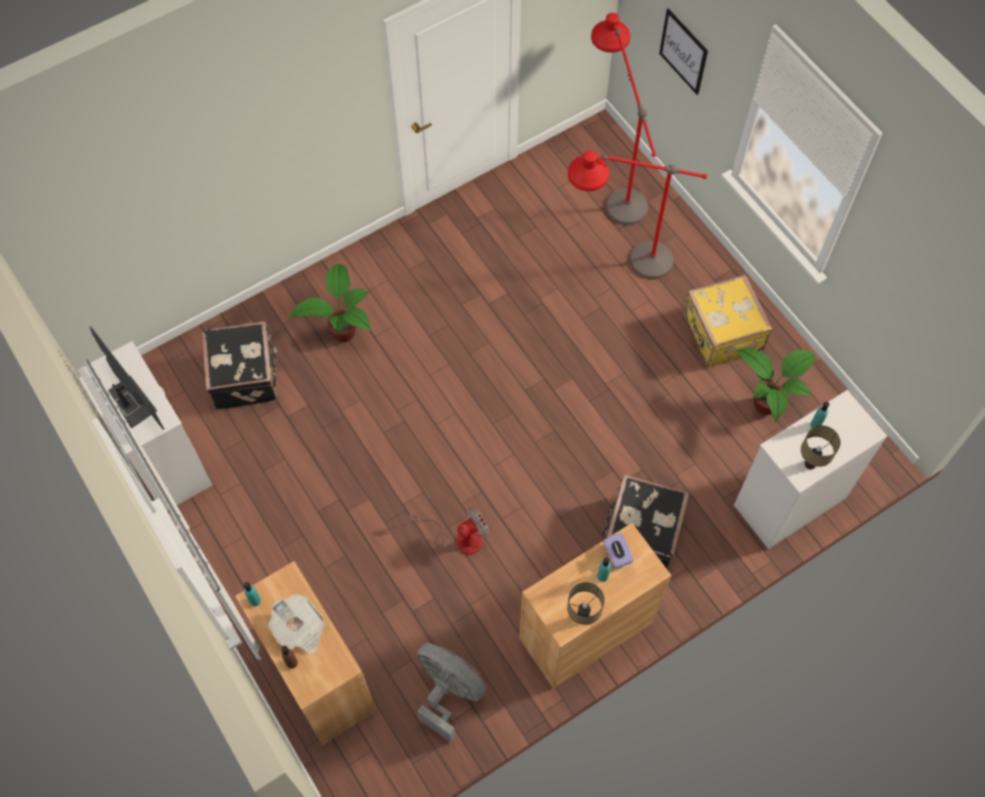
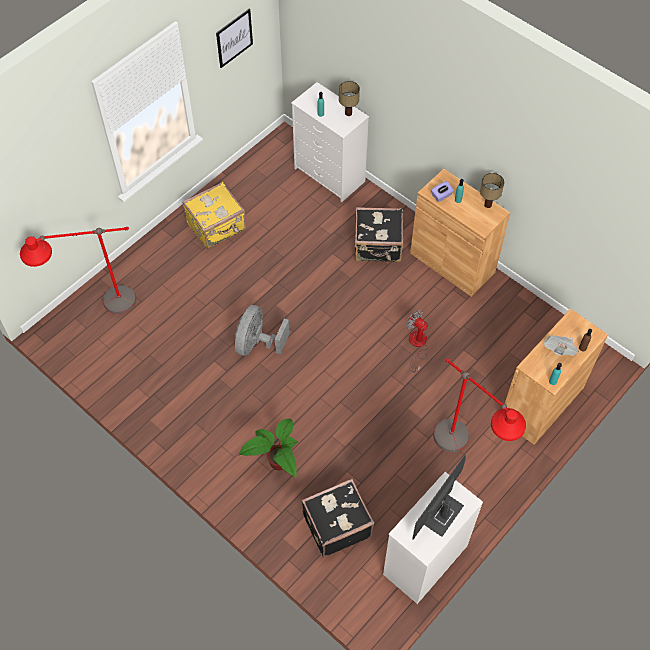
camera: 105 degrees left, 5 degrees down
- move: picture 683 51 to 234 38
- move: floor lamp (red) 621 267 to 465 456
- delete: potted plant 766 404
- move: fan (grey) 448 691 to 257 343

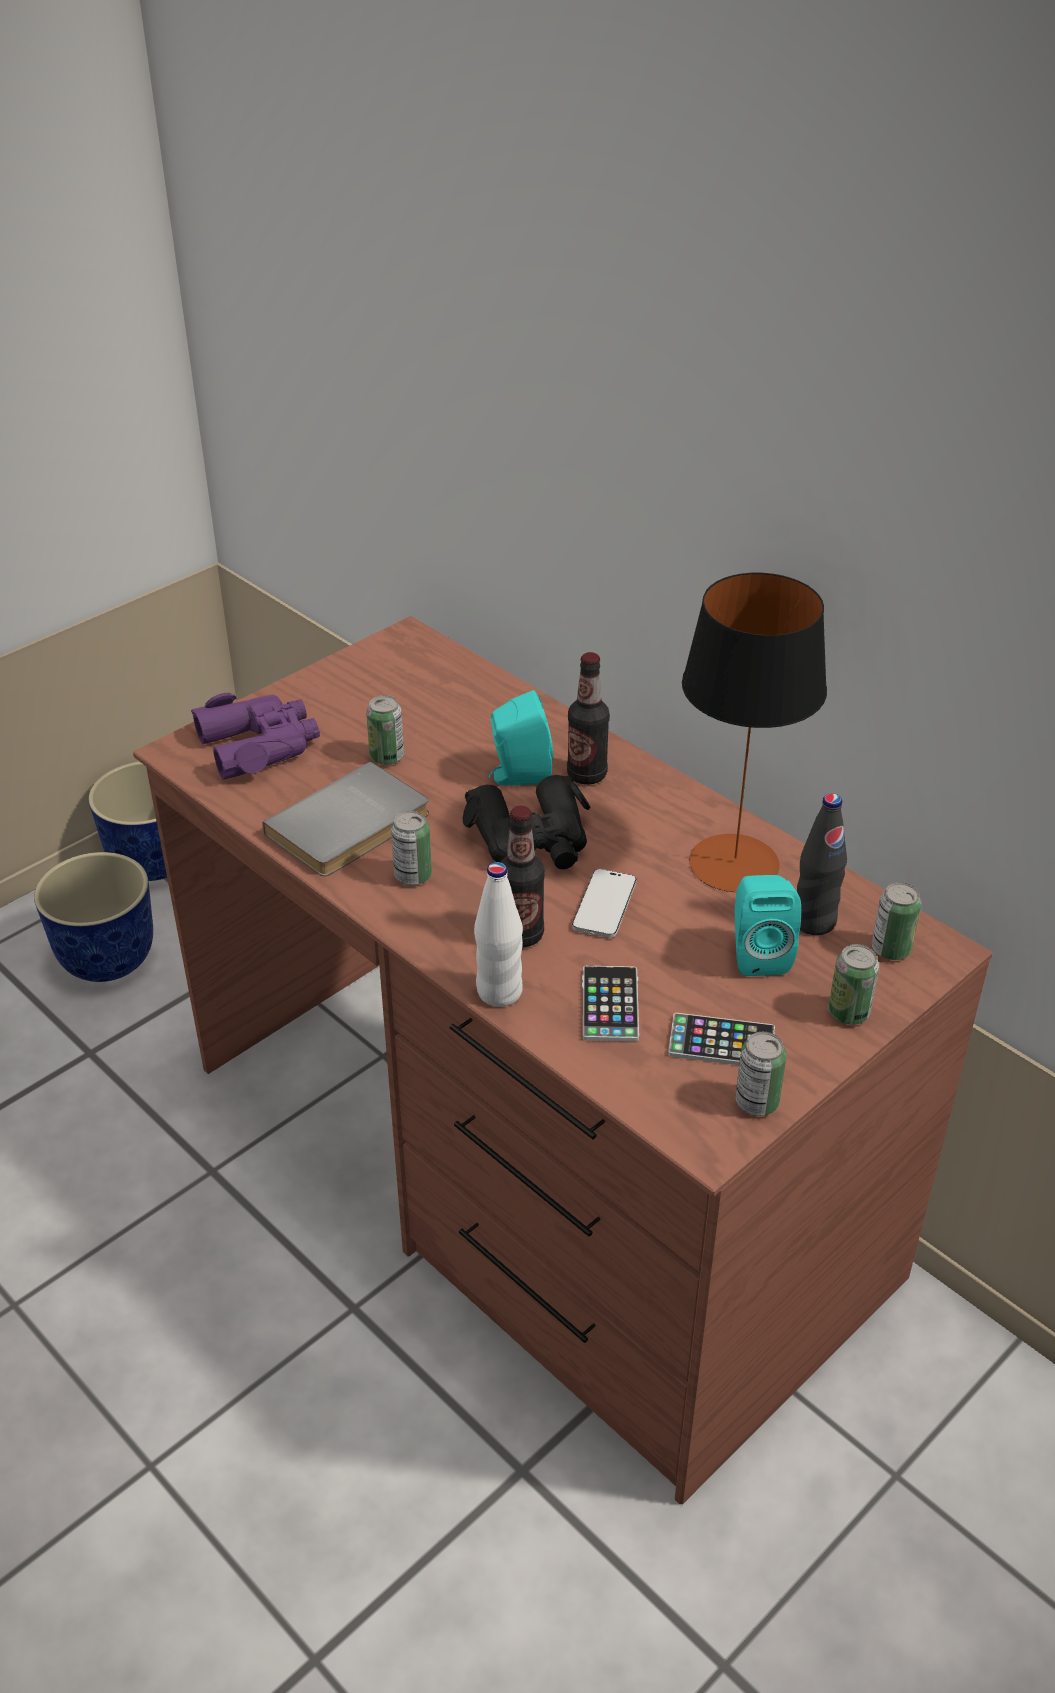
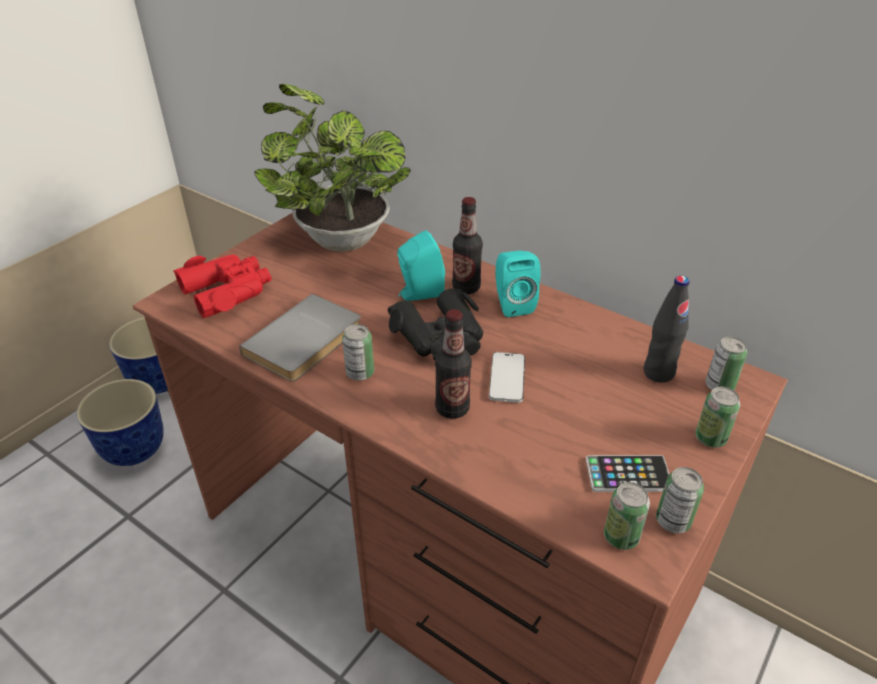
camera: 10 degrees left, 0 degrees up
- delete: table lamp 734 863
- recolor: binoculars (purple) 259 745 to binoculars (red) 227 291
- move: can 387 757 to 621 537
- delete: bottle (white) 499 992
- move: speaker (turquoise) 758 954 to 512 304
- delete: phone 610 1004
- insert: potted plant 338 237

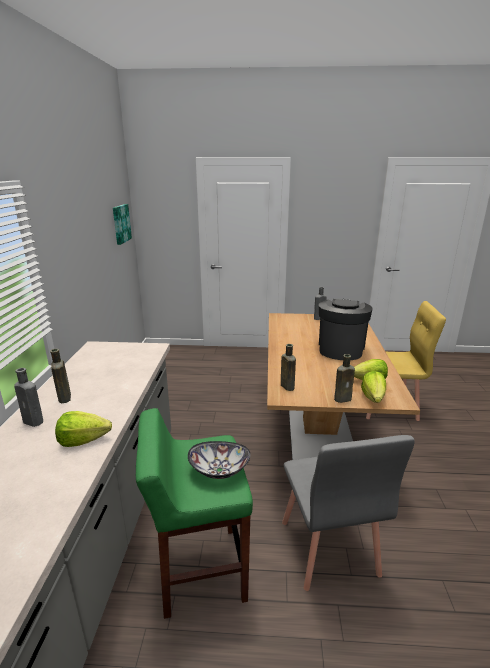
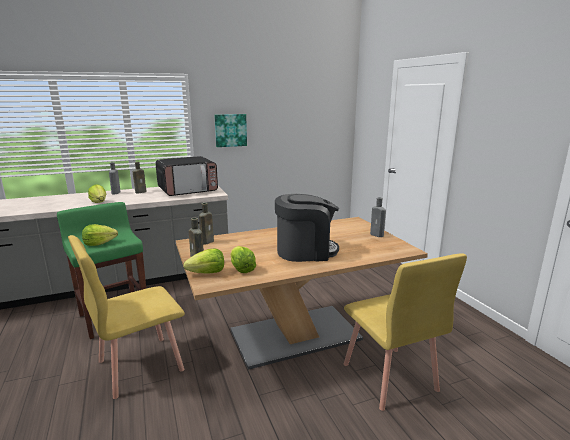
camera: 65 degrees right, 5 degrees down
- move: picture 120 223 to 230 130
- recolor: chair (grey) 328 548 to chair (yellow) 139 365
- replace: bowl 219 471 to lettuce 99 243
- insert: microwave 188 190

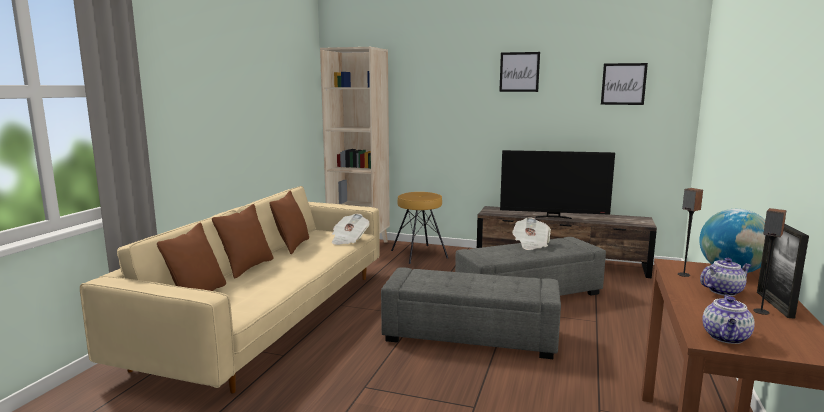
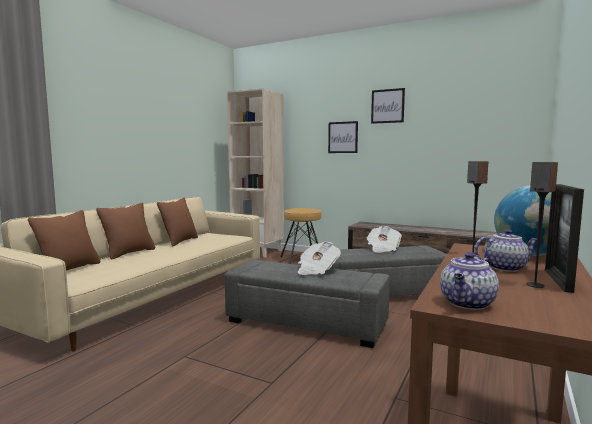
camera: 10 degrees right, 5 degrees down
- move: picture 623 84 to 343 137
- delete: television 553 217
- move: newspaper 349 240 to 317 270

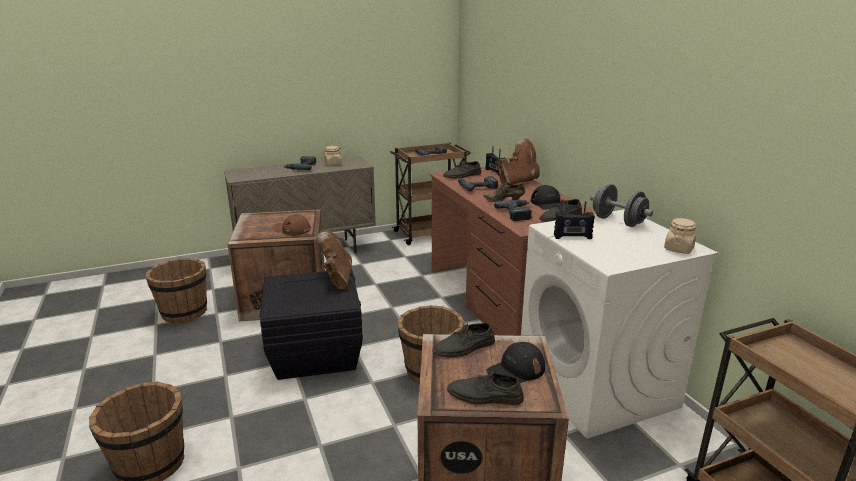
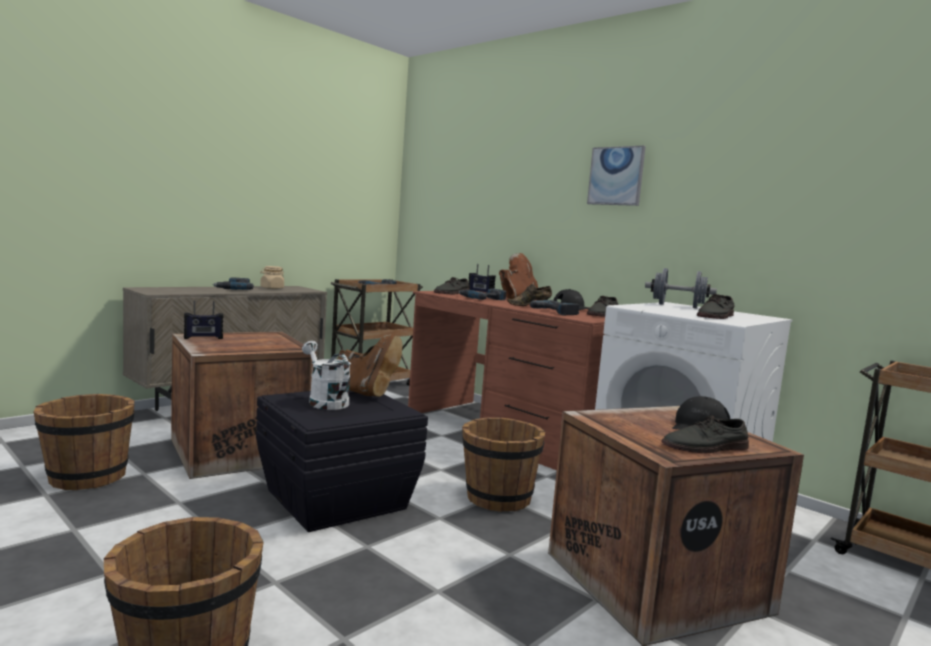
camera: 25 degrees left, 15 degrees down
- move: radio 572 237 to 203 338
- delete: cap (brown) 291 229
- delete: jar (beige) 678 249
- rotate: boot (brown) 337 279 = 363 393 150 degrees clockwise
- move: shoe (grey) 464 348 to 716 316
- insert: picture 616 176
- insert: watering can (white) 325 401

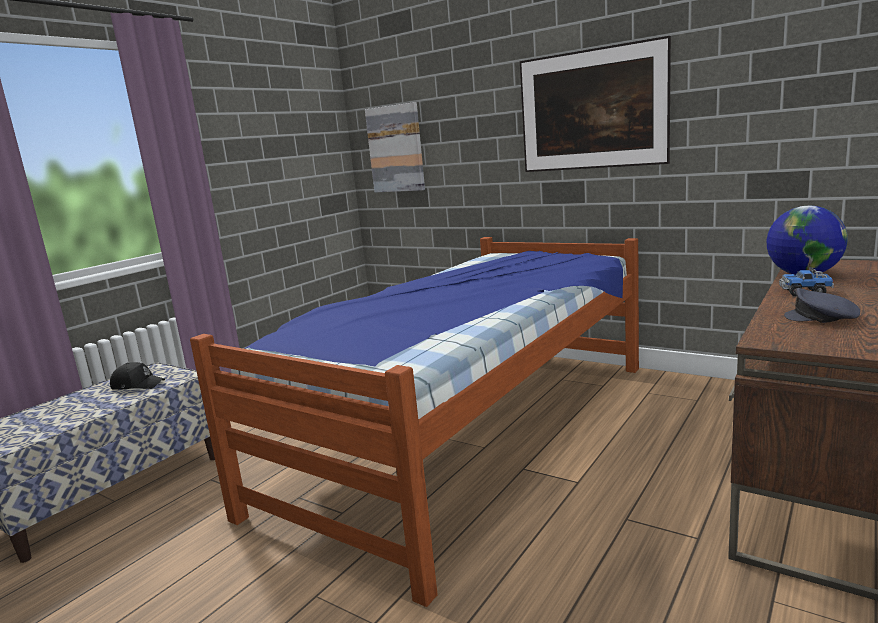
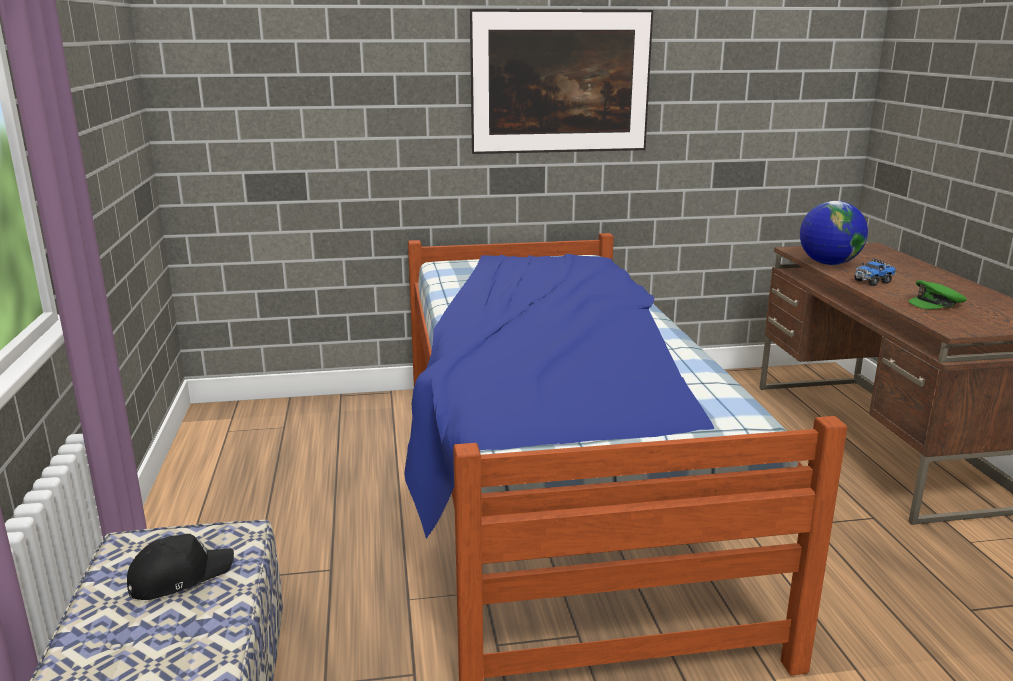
camera: 45 degrees left, 5 degrees up
- delete: picture 396 149
- recolor: cap (grey) 822 318 to cap (green) 937 304

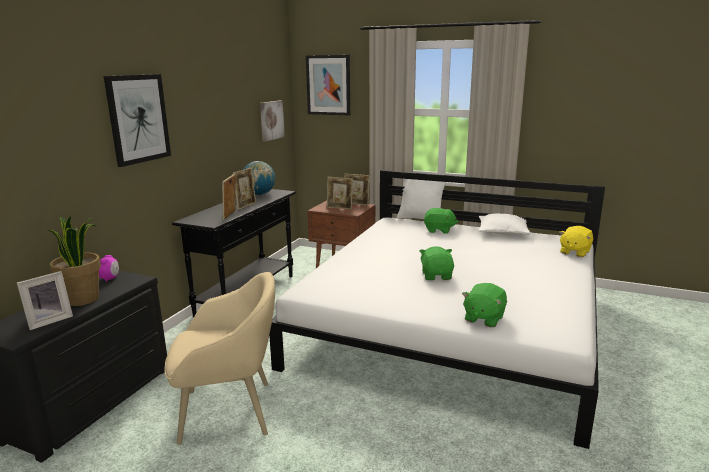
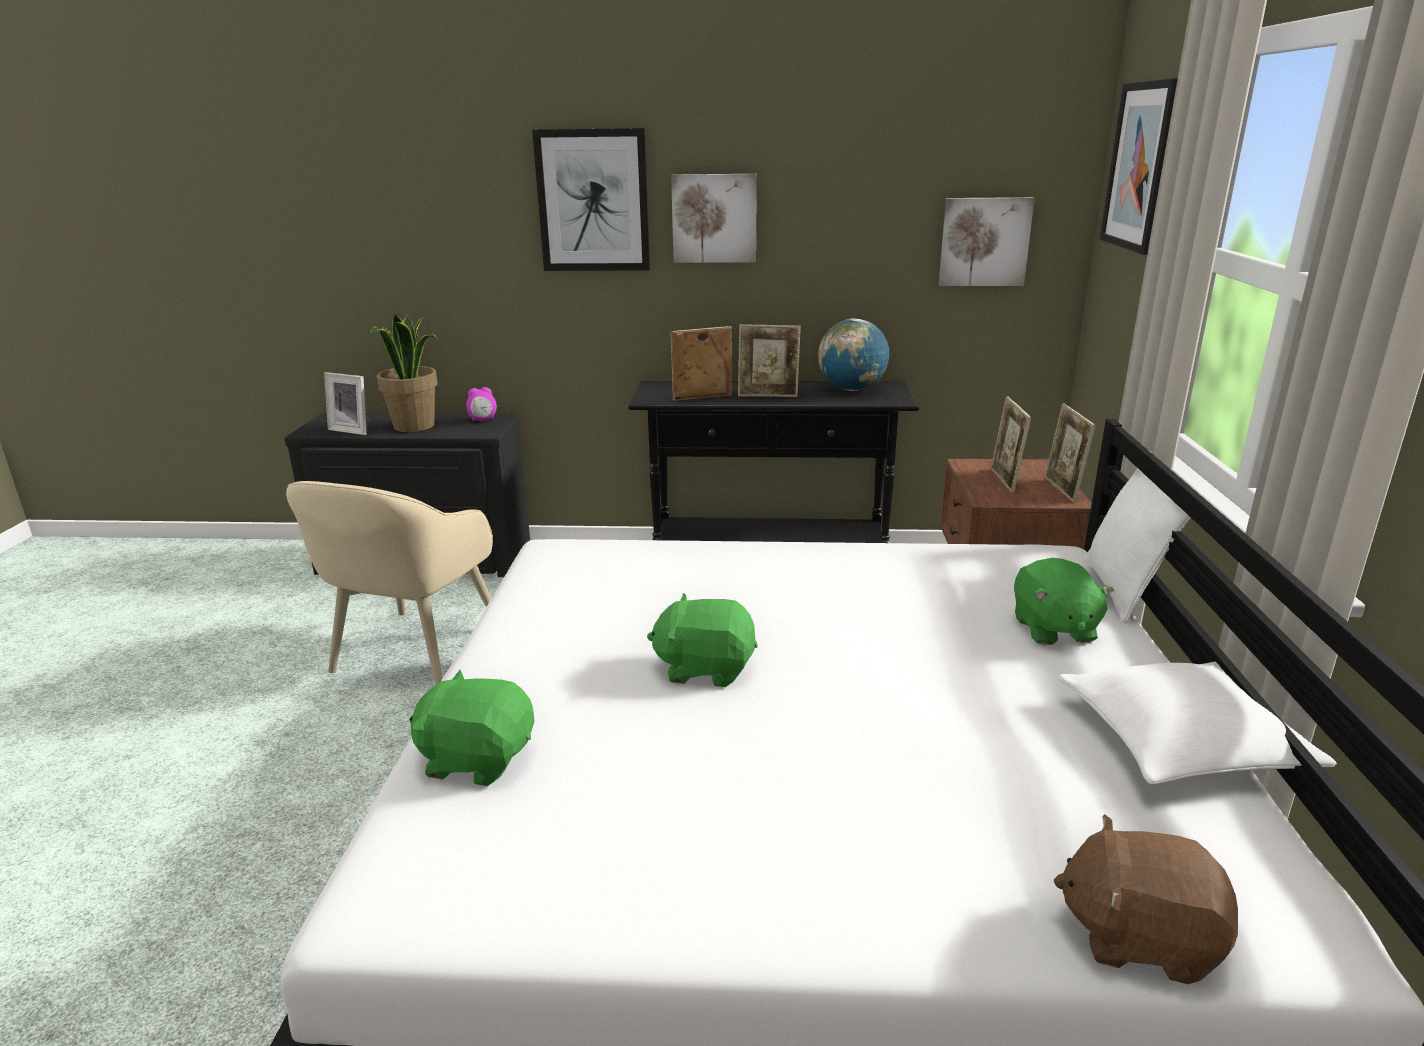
camera: 70 degrees right, 5 degrees up
- recolor: plush toy (yellow) 574 252 to plush toy (brown) 1139 936
- rotate: plush toy (green) 437 276 = 705 668 150 degrees counterclockwise
- rotate: armchair (beige) 229 411 = 416 651 45 degrees clockwise
- insert: picture 714 218

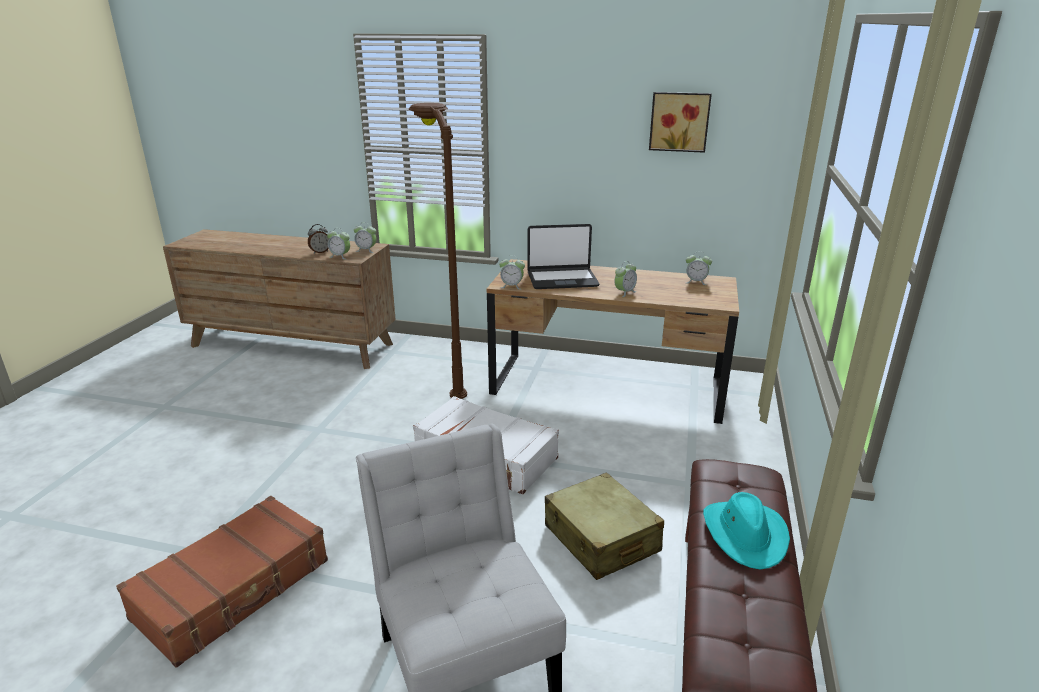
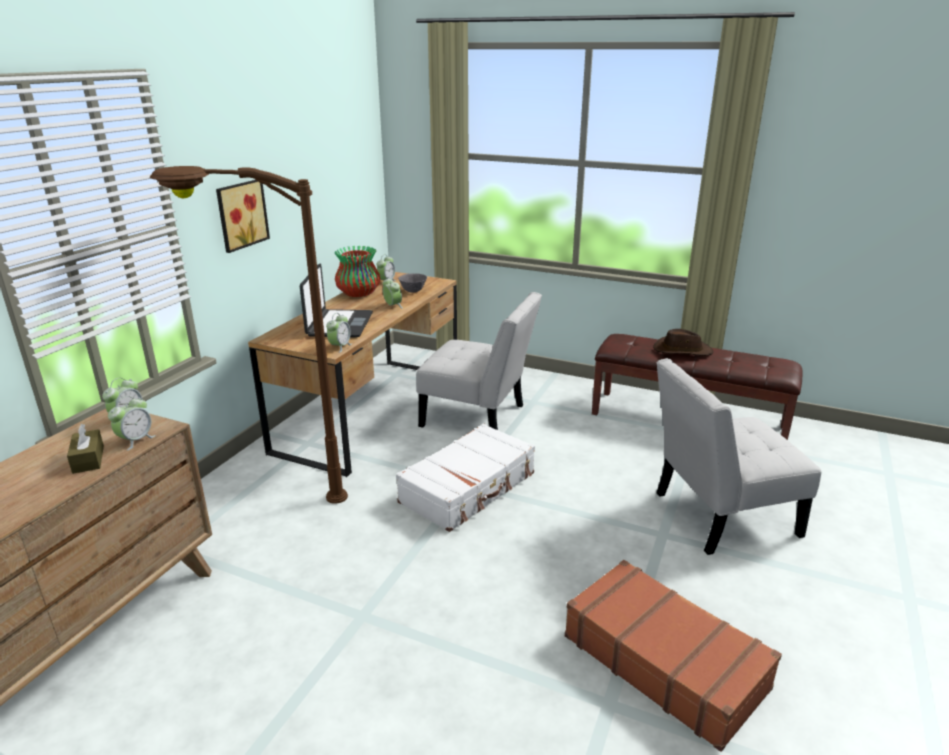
camera: 80 degrees left, 0 degrees up
- move: picture 679 121 to 240 214
- replace: alarm clock 320 252 to tissue box (brown) 88 459
- delete: suitcase (beige) 601 539
- recolor: hat (turquoise) 745 535 to hat (brown) 682 350
- insert: vase 359 293
- insert: bowl (grey) 413 291
- insert: chair (white) 478 418

